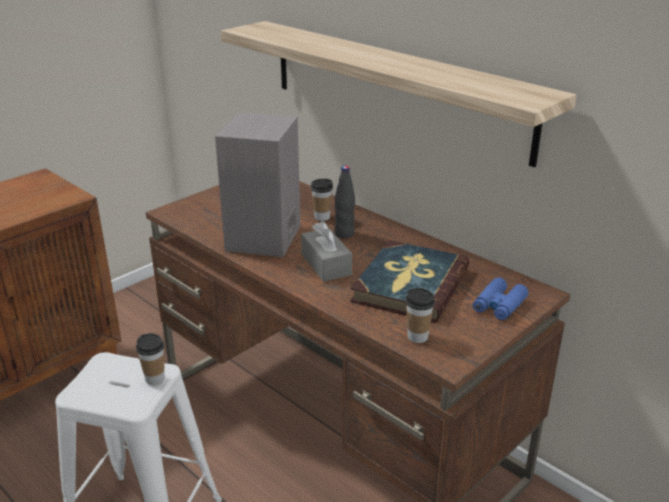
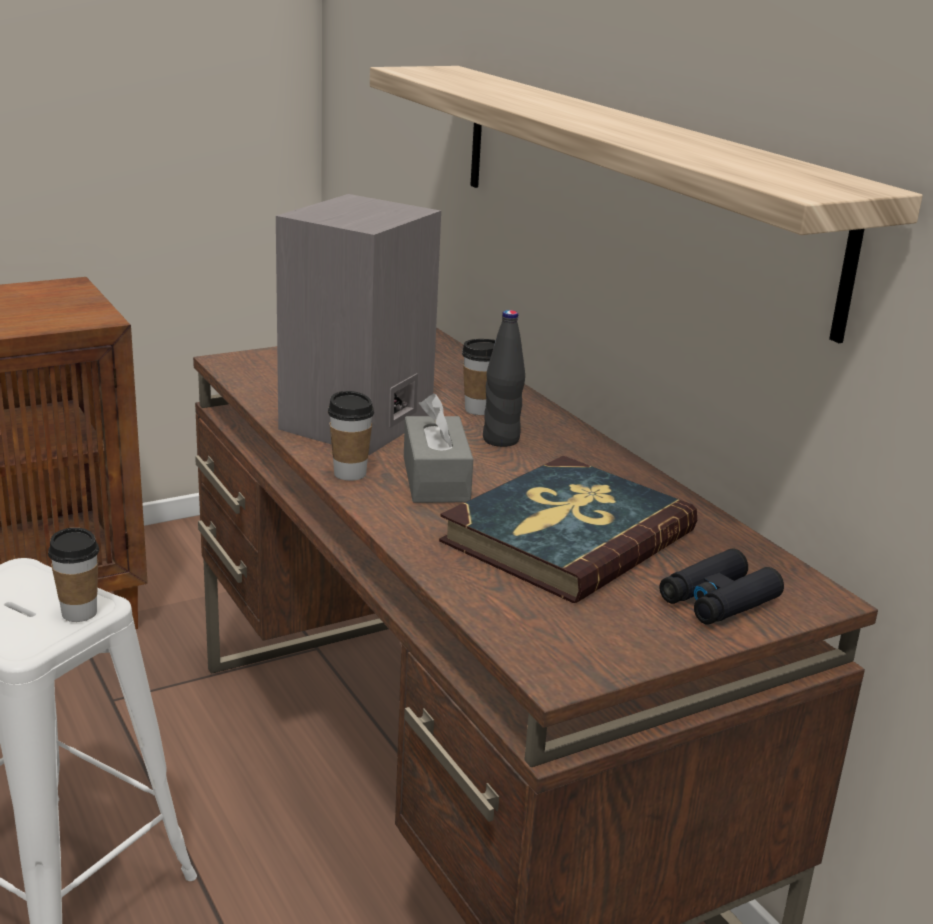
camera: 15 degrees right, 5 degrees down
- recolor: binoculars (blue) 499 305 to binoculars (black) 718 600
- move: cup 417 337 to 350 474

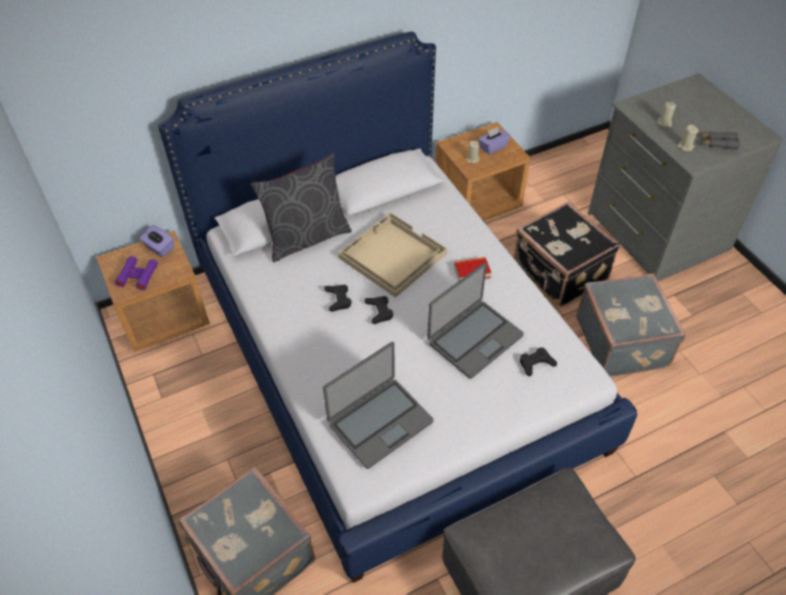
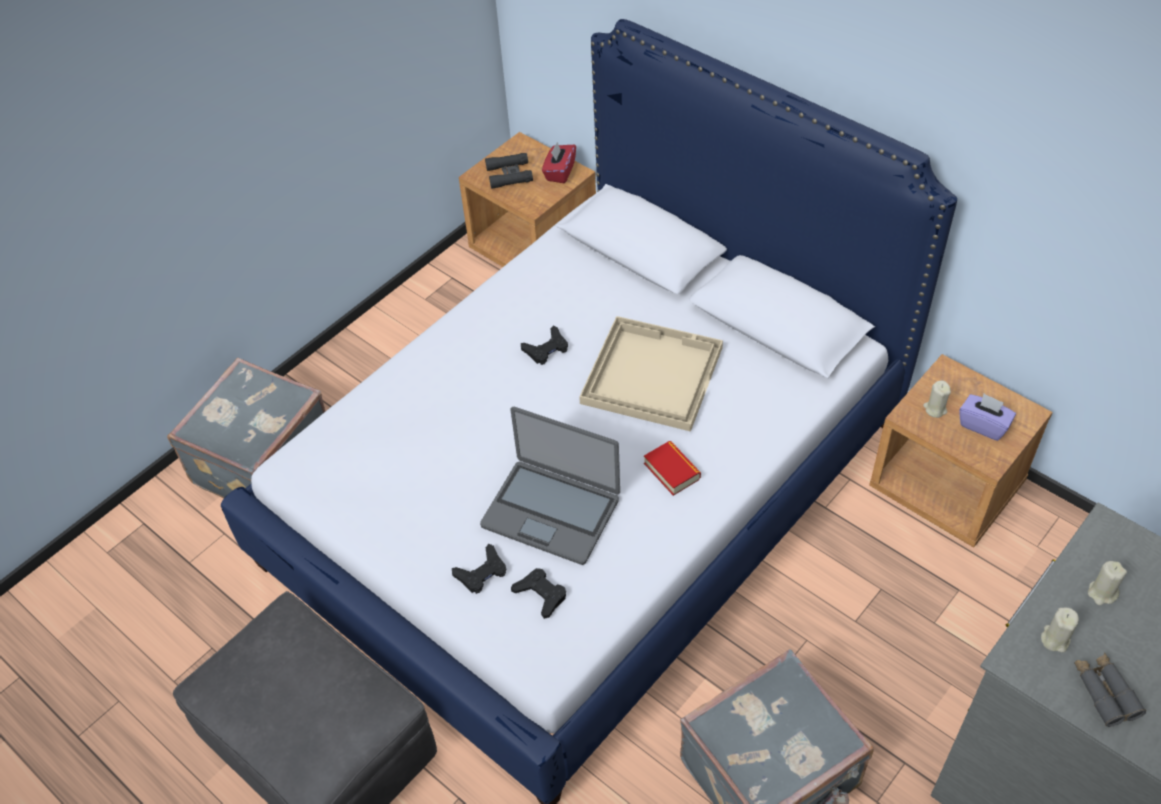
camera: 70 degrees right, 0 degrees up
- delete: pillow (grey) 306 237
- delete: suitcase (black) 559 273
- recolor: tissue box (purple) 159 248 to tissue box (red) 559 172
- recolor: binoculars (purple) 138 276 to binoculars (black) 509 175
- move: game controller (black) 379 311 to 481 573
- delete: laptop 379 422

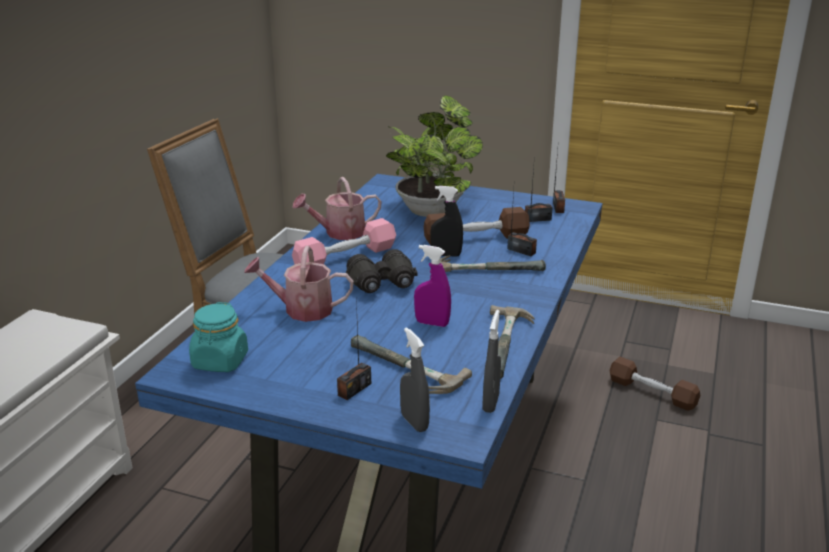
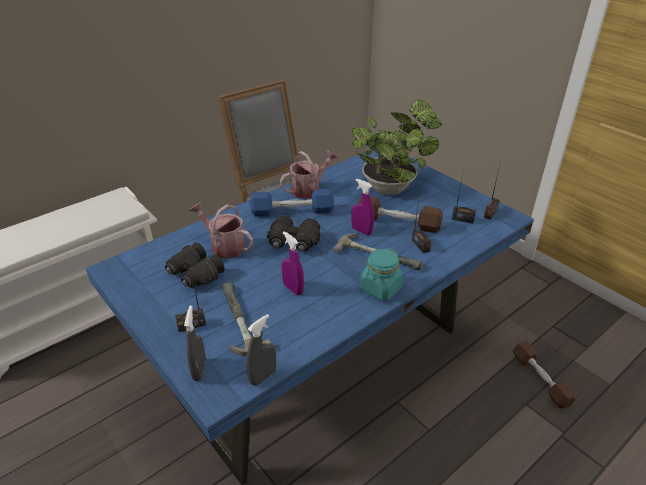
camera: 30 degrees right, 10 degrees up
- rotate: watering can 339 233 = 308 189 135 degrees clockwise
- recolor: spray bottle (black) 446 255 to spray bottle (purple) 361 231
- recolor: dumbbell (pink) 345 257 to dumbbell (blue) 292 211
- move: jar (turquoise) 220 361 to 380 289
- delete: hammer 511 345
- insert: binoculars (black) 194 274

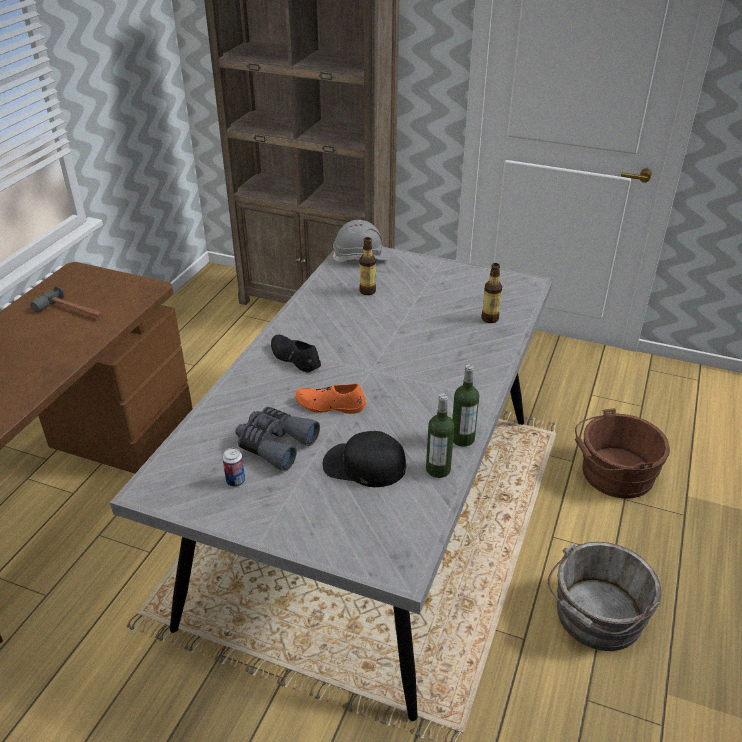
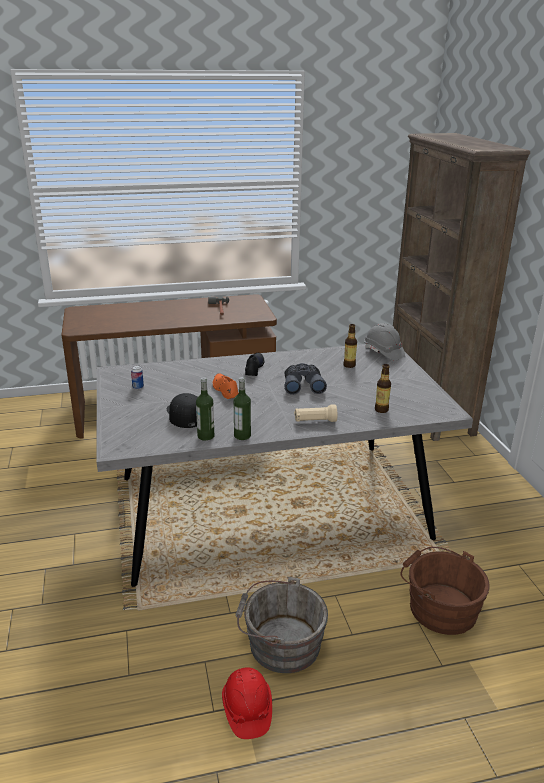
camera: 55 degrees right, 10 degrees down
- move: binoculars (grey) 275 444 to 303 385
- insert: flashlight (beige) 315 421
- insert: hard hat (red) 247 710

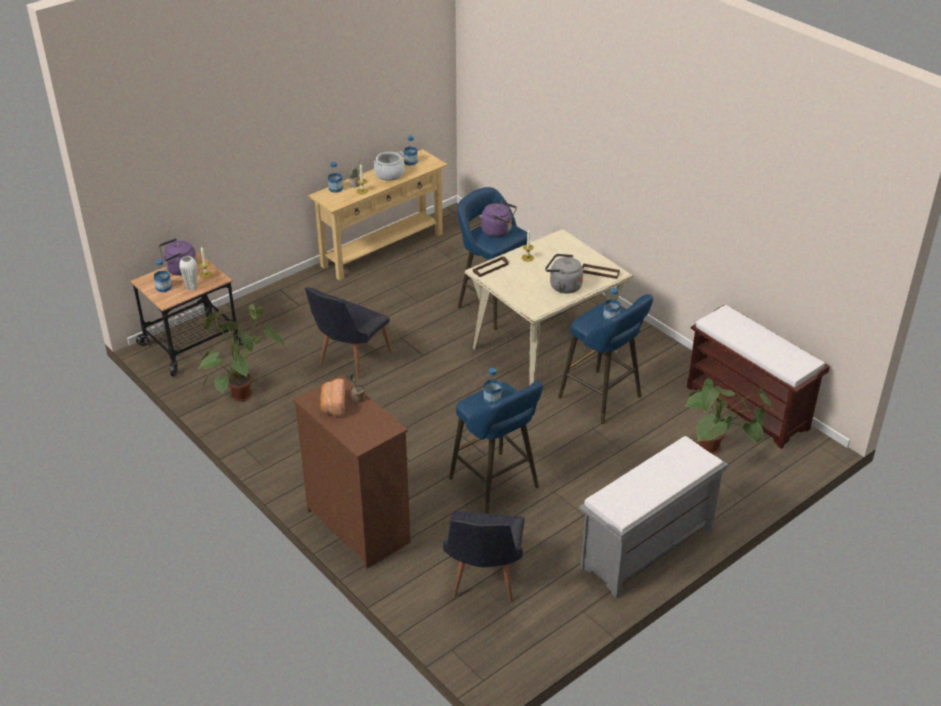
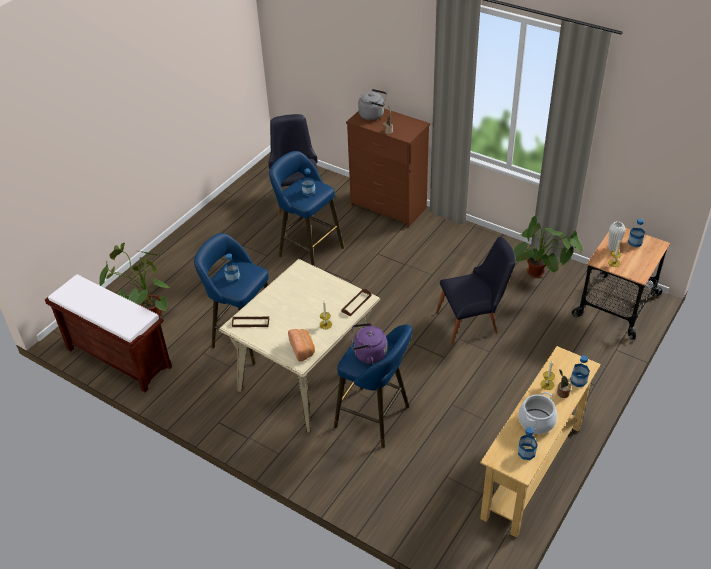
camera: 165 degrees right, 5 degrees up
- delete: kettle (purple) 179 270
- move: kettle (grey) 563 286 to 373 115
- rotate: chair (black) 349 361 = 473 322 60 degrees clockwise
- move: bread 333 405 to 302 349
- delete: bench (grey) 646 550

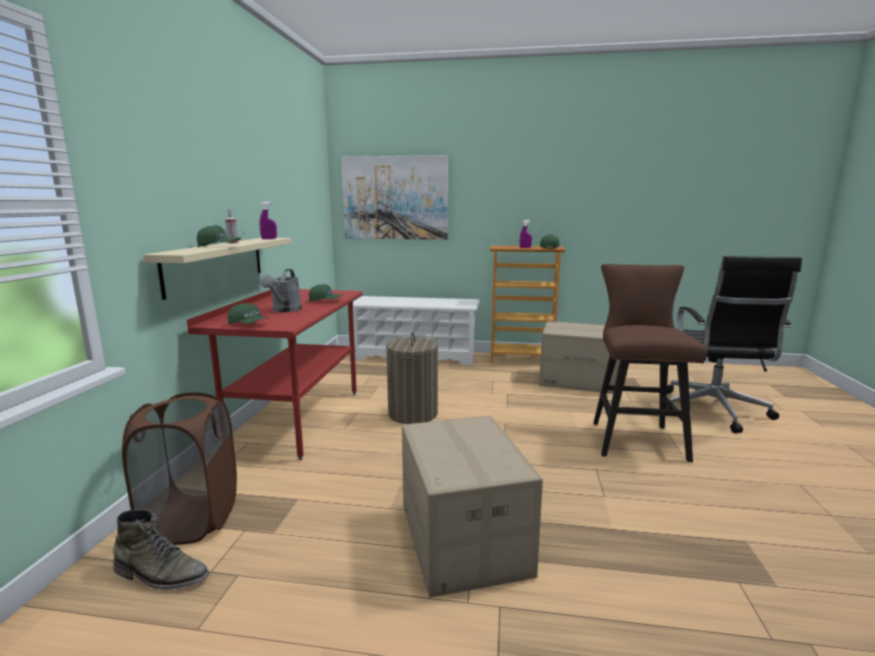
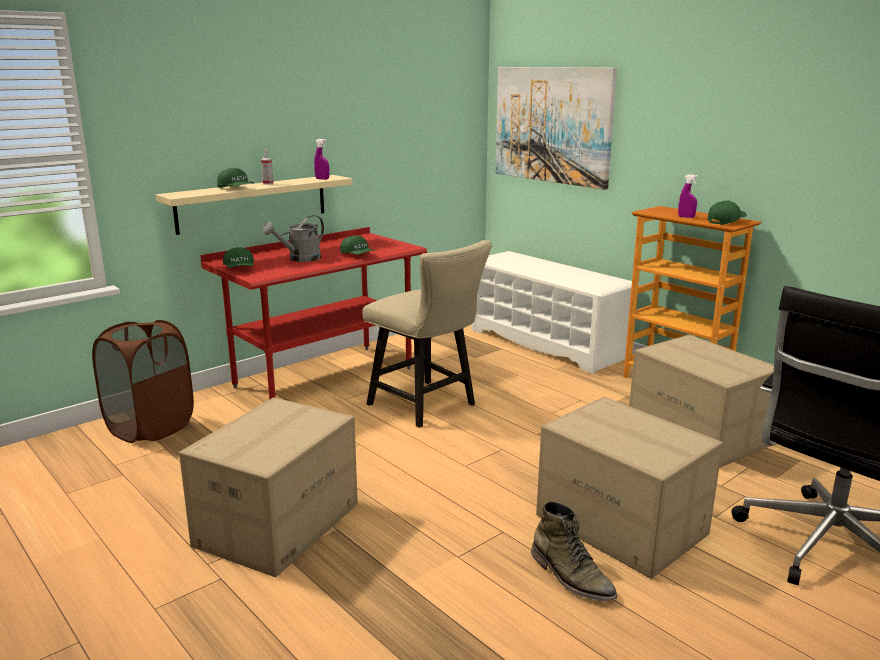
camera: 40 degrees right, 5 degrees up
- replace: stool (brown) 634 437 to cardboard box 622 524
- replace: laundry basket 413 414 to chair (beige) 427 406
- move: boot (green) 161 574 to 571 577

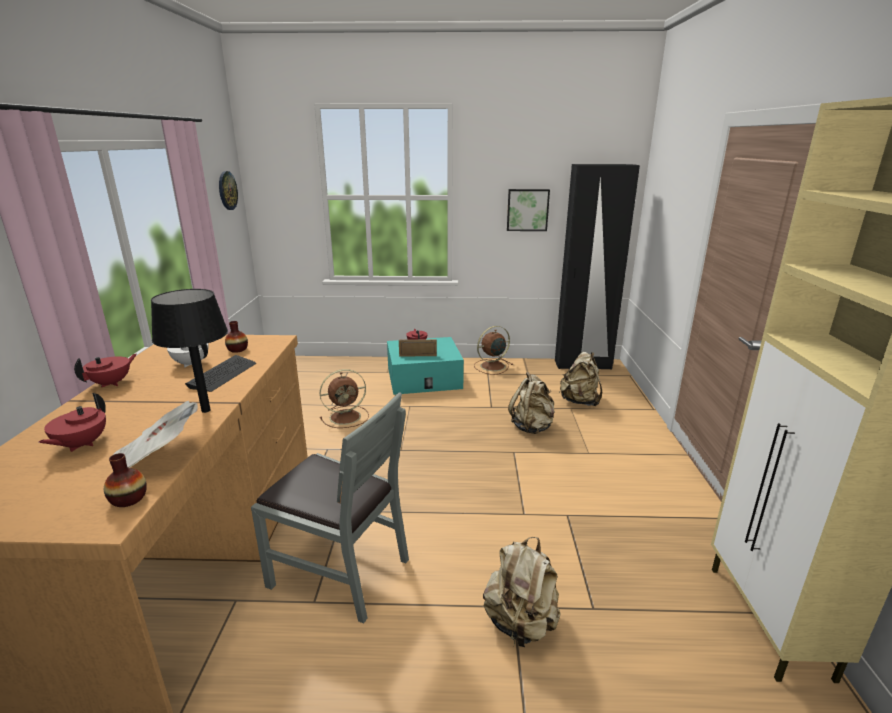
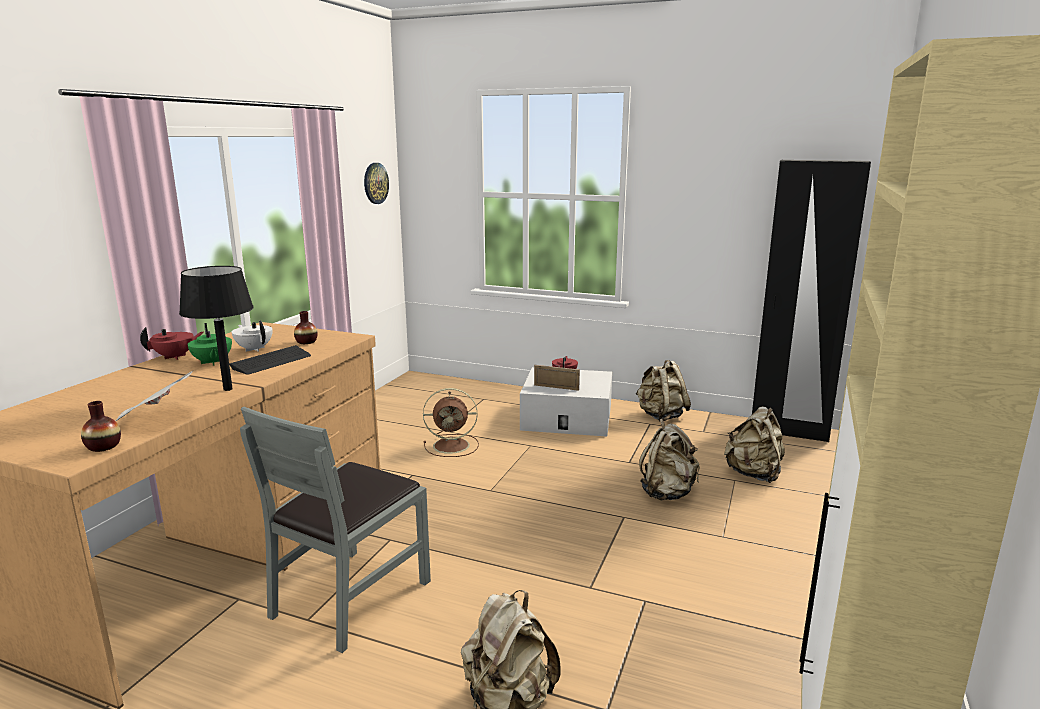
camera: 20 degrees right, 5 degrees down
- delete: picture 527 210
- replace: fan (brown) 491 366 to backpack (beige) 661 416
- recolor: storage box (turquoise) 424 378 to storage box (white) 567 417
- rotate: chair (grey) 340 571 = 350 597 75 degrees clockwise
- delete: teapot (red) 81 445
- insert: teapot (green) 212 362

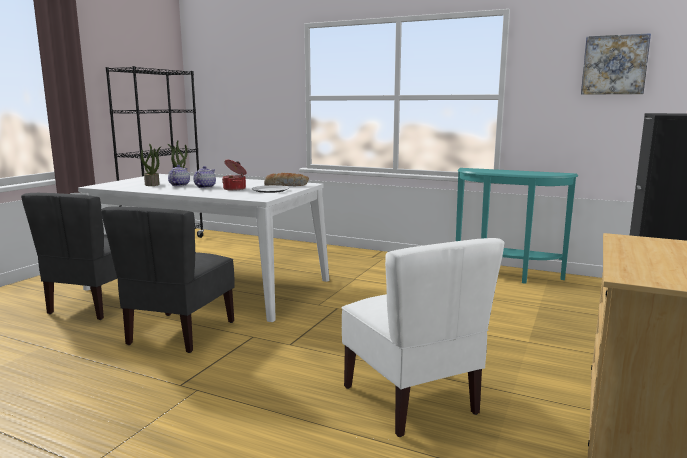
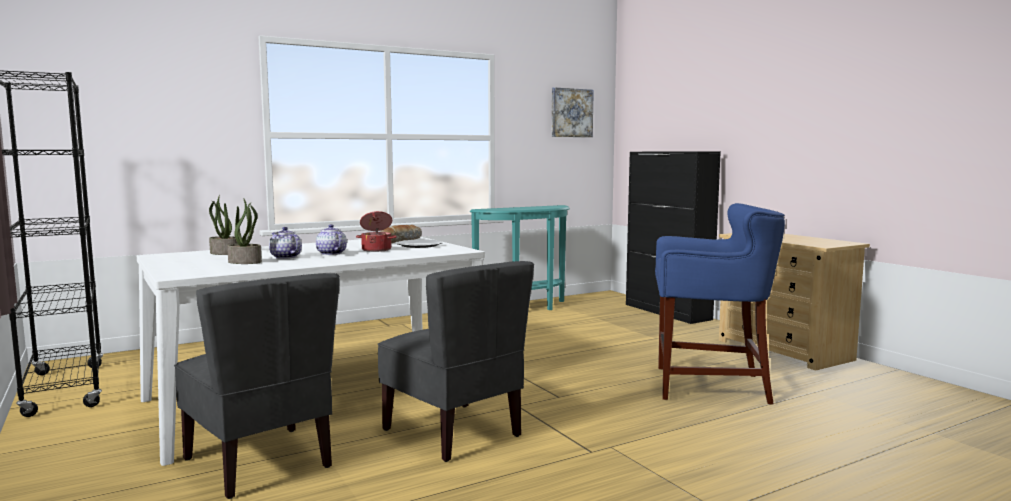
camera: 55 degrees left, 5 degrees down
- replace: chair (white) 411 400 to stool (blue) 708 385

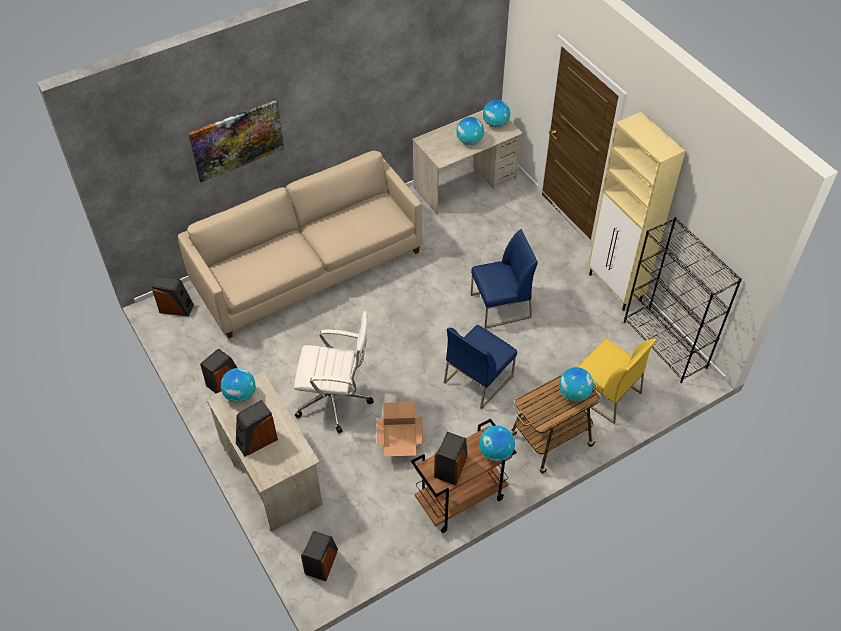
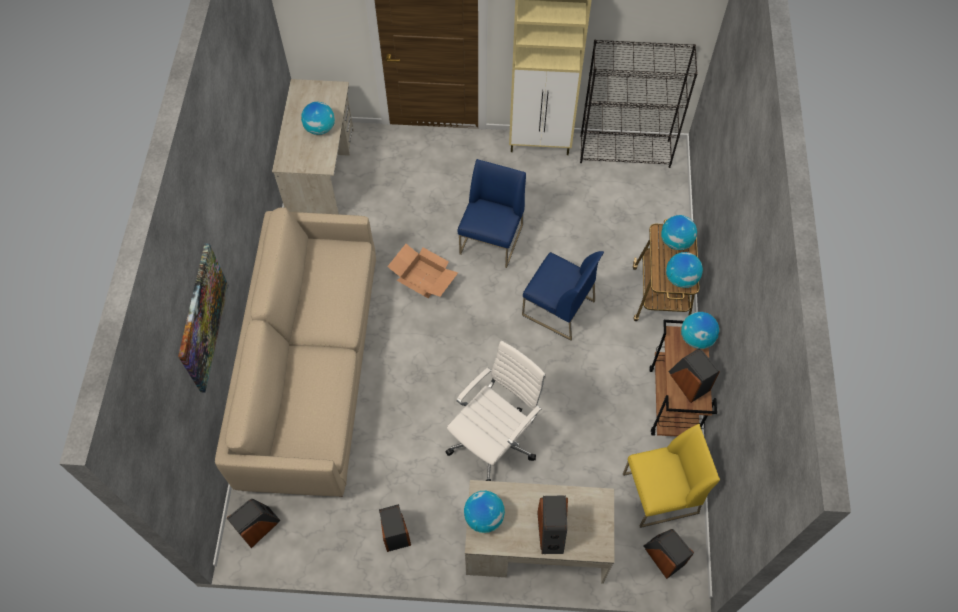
camera: 55 degrees left, 10 degrees up
- move: globe 495 124 to 681 278
- rotate: chair (blue) 478 378 = 557 308 45 degrees counterclockwise
- move: chair (yellow) 605 394 to 660 494
- move: cardboard box 399 437 to 422 279

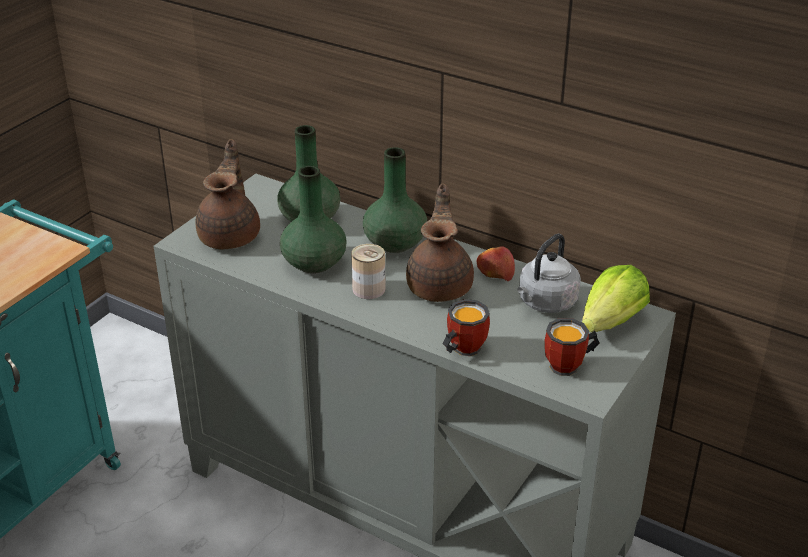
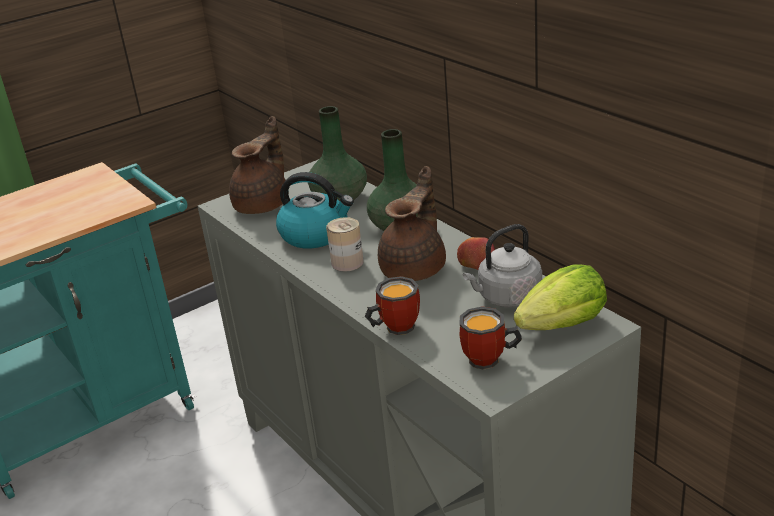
camera: 25 degrees right, 5 degrees down
- replace: vase (green) 313 263 to kettle 316 234

